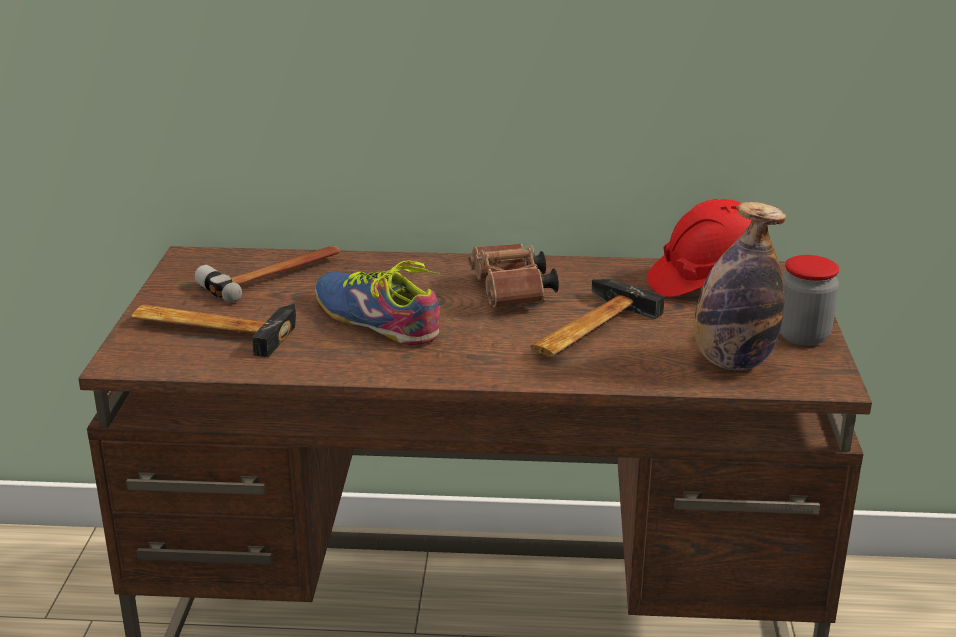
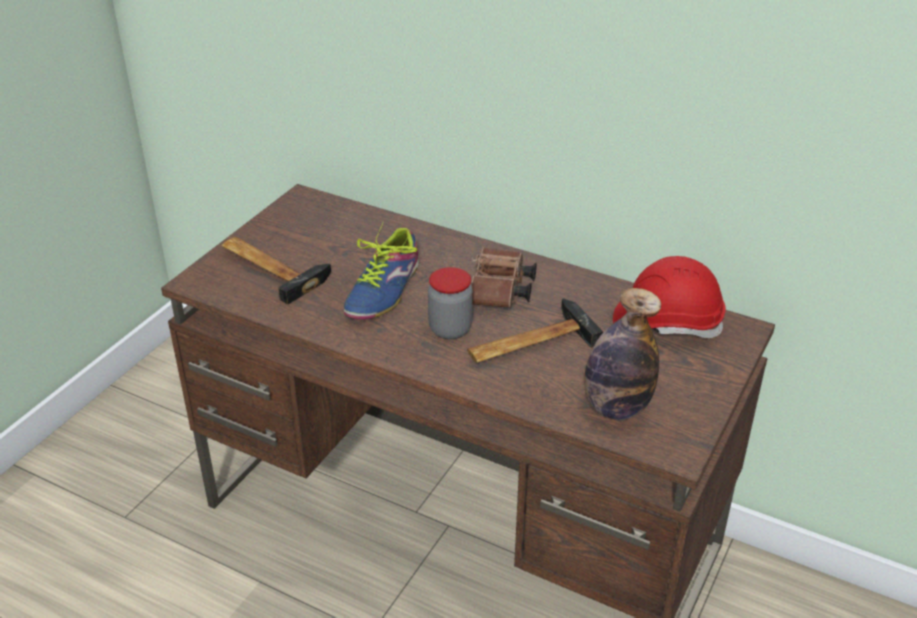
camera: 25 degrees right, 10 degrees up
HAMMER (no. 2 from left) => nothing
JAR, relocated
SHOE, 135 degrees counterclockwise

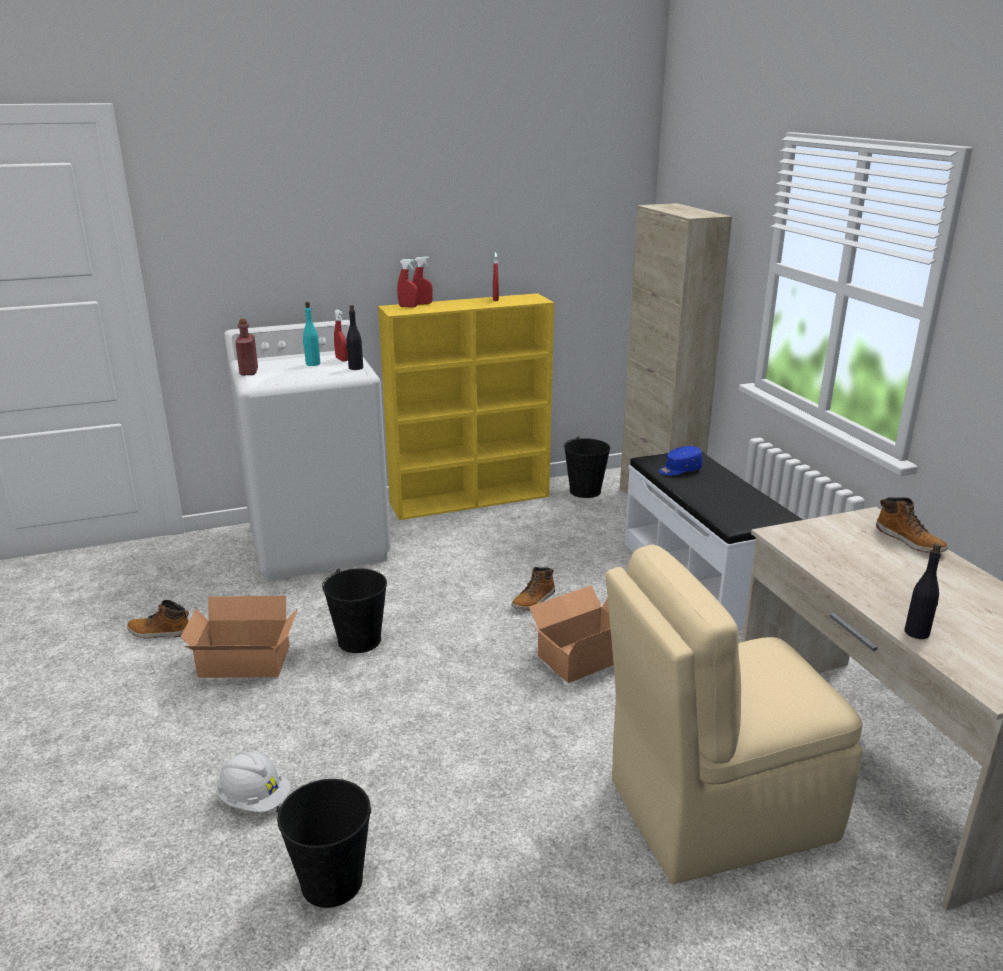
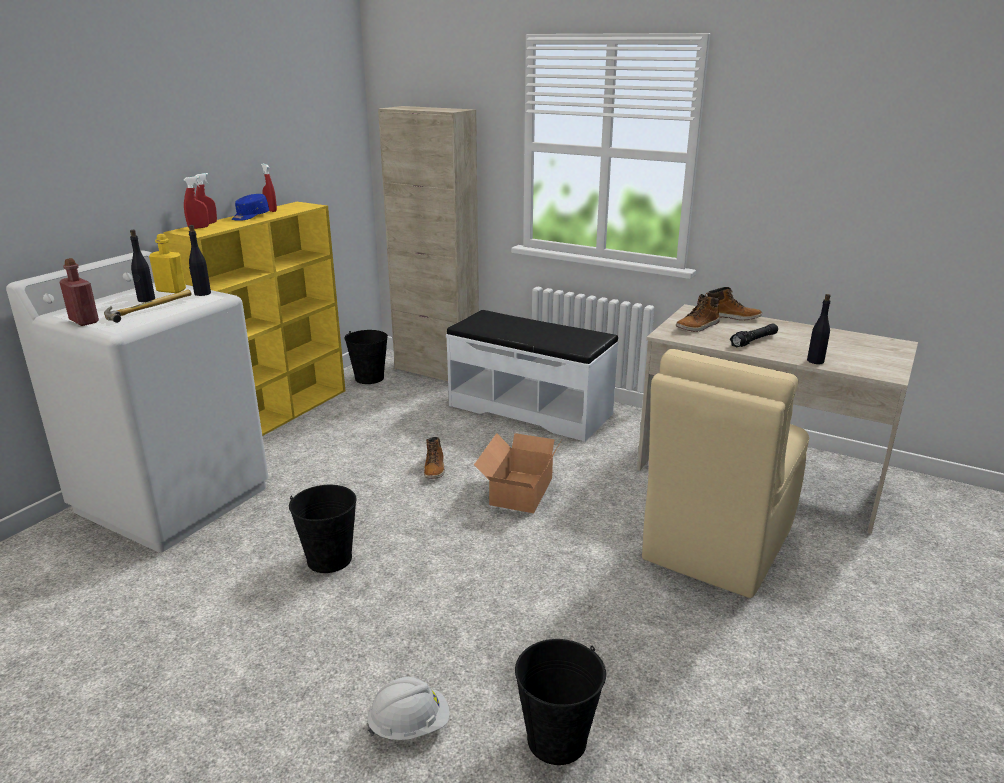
camera: 40 degrees left, 0 degrees up
TURQUOISE BOTTLE => BLACK BOTTLE (no. 1 from left)
RED SPRAY BOTTLE (no. 1 from left) => YELLOW BOTTLE
BLUE CAP, relocated
CARDBOARD BOX (no. 1 from left) => nothing
BOOT (no. 1 from left in the first image) => BOOT (no. 2 from left), relocated
nothing => HAMMER
nothing => BLACK FLASHLIGHT

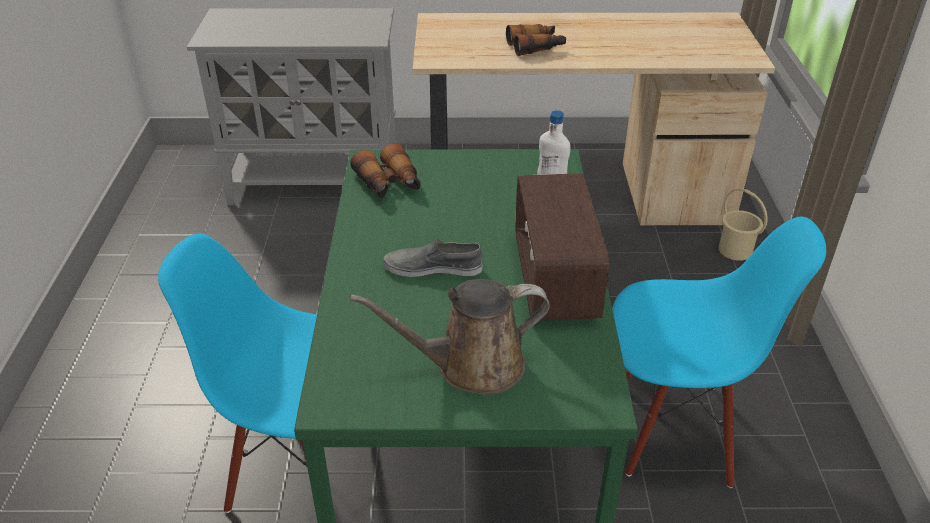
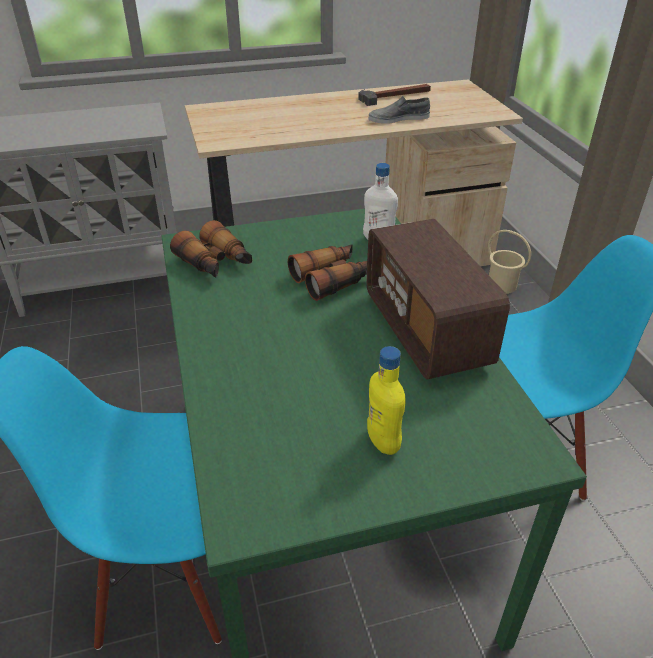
camera: 15 degrees left, 0 degrees up
BINOCULARS (no. 2 from left), relocated
GREY SHOE, relocated
BROWN WATERING CAN => YELLOW BOTTLE
nothing => HAMMER

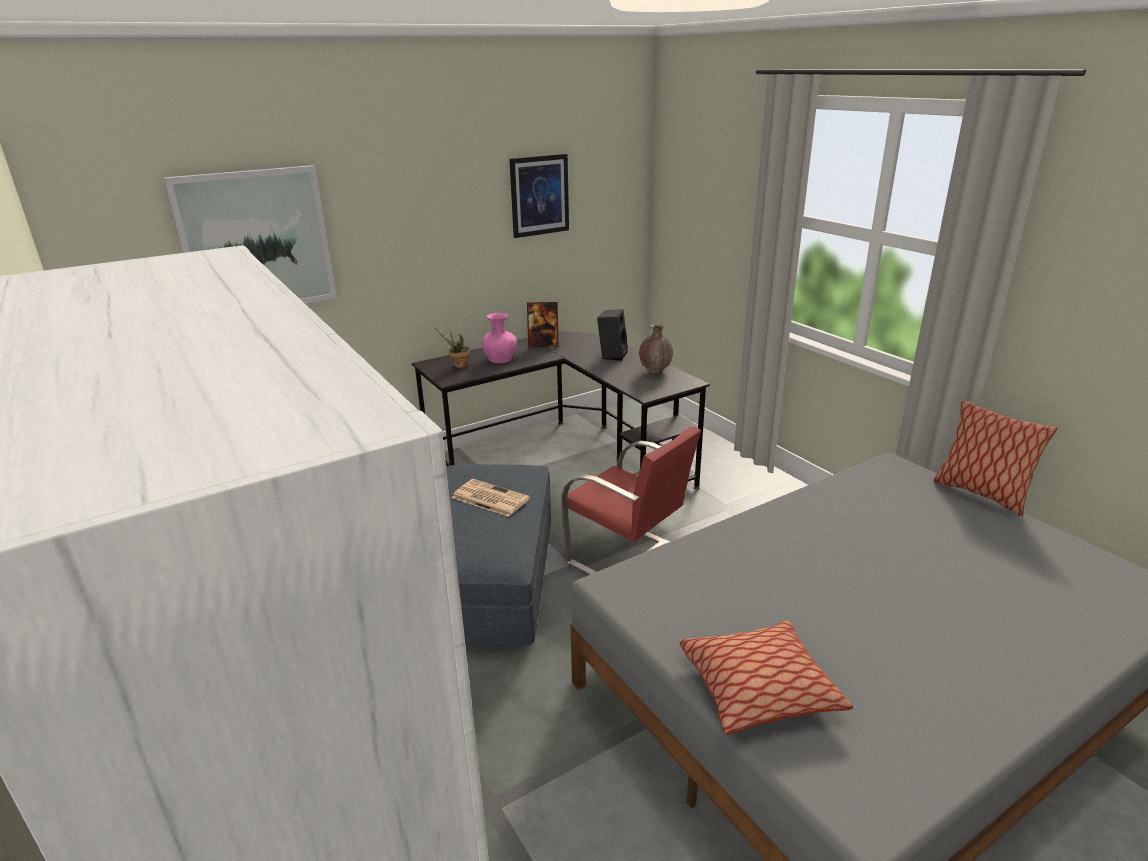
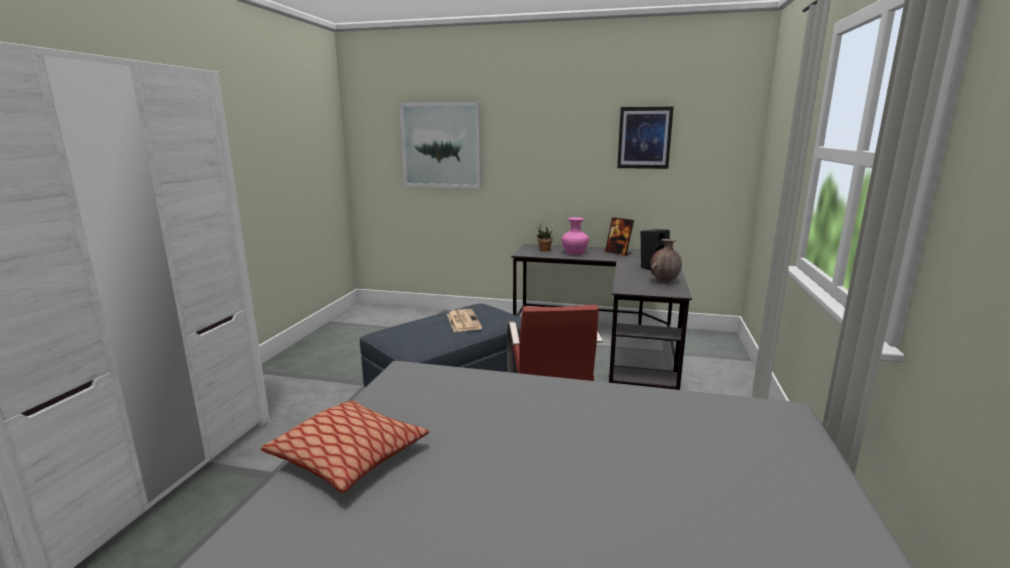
camera: 45 degrees right, 10 degrees down
PILLOW (no. 2 from left) => nothing

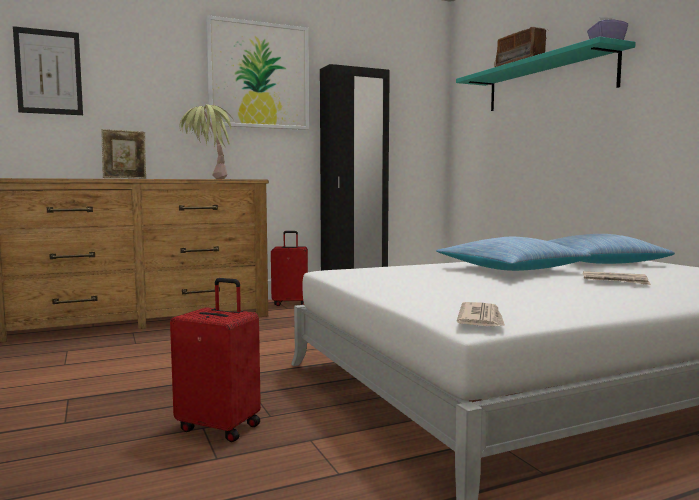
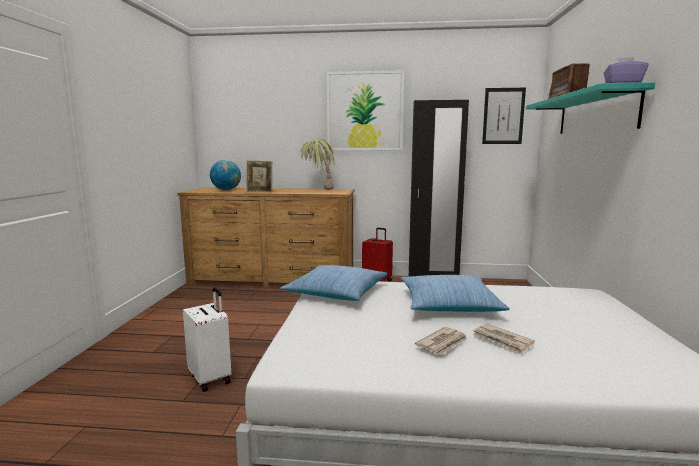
camera: 30 degrees right, 5 degrees up
PICTURE (no. 1 from left in the first image) => PICTURE (no. 2 from left), relocated
PILLOW (no. 2 from left in the first image) => PILLOW (no. 1 from left), relocated
RED SUITCASE (no. 1 from left) => WHITE SUITCASE
NEWSPAPER (no. 1 from left), relocated
nothing => GLOBE

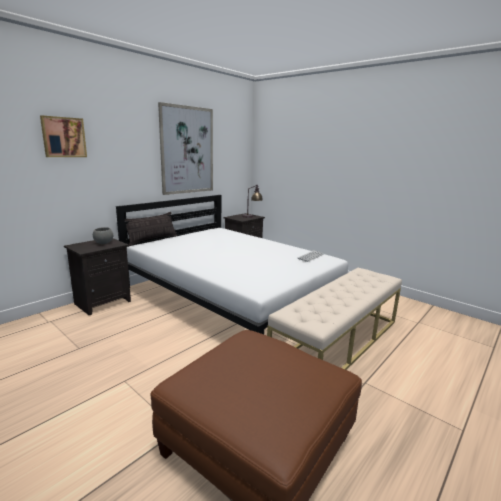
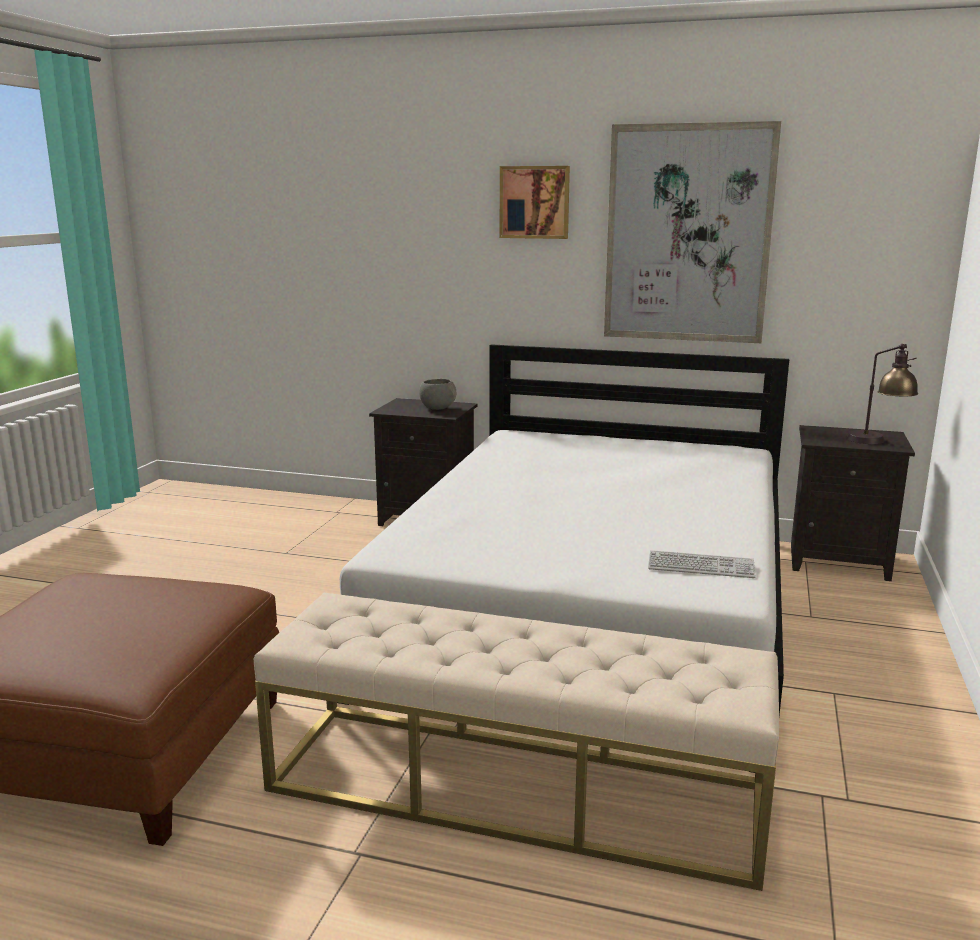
camera: 65 degrees right, 0 degrees up
PICTURE (no. 1 from left), relocated
PILLOW => nothing

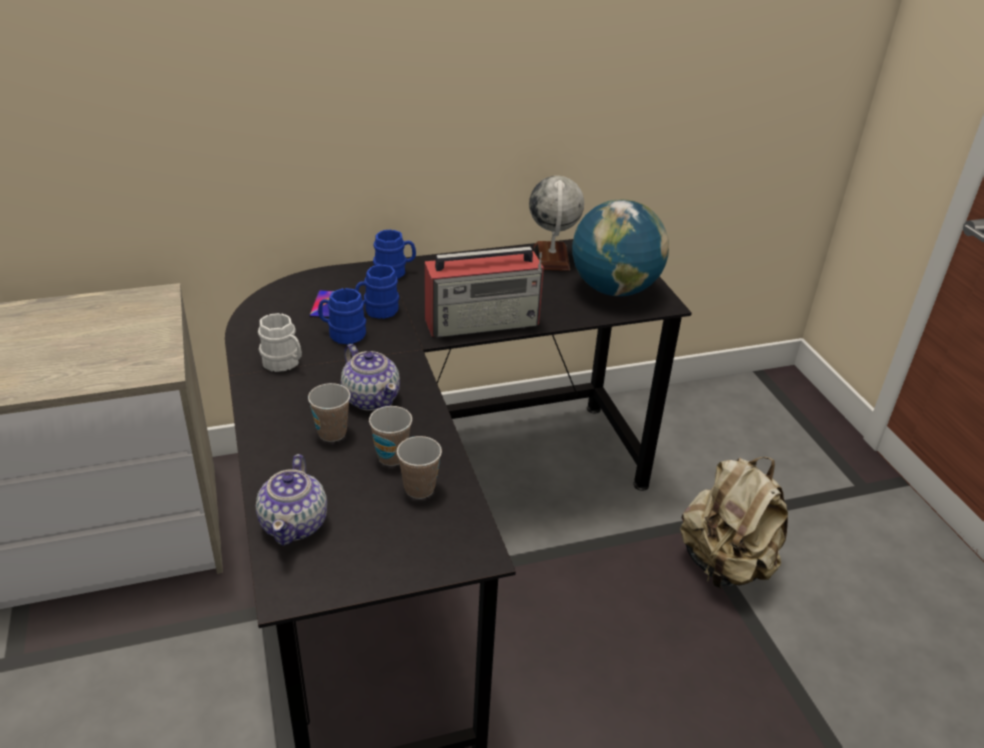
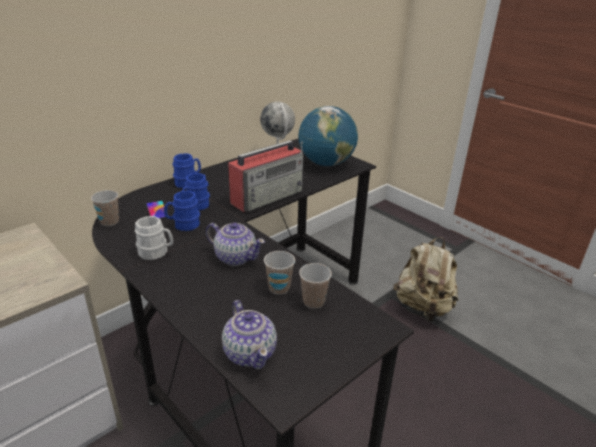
camera: 25 degrees left, 5 degrees down
CUP (no. 1 from left), relocated

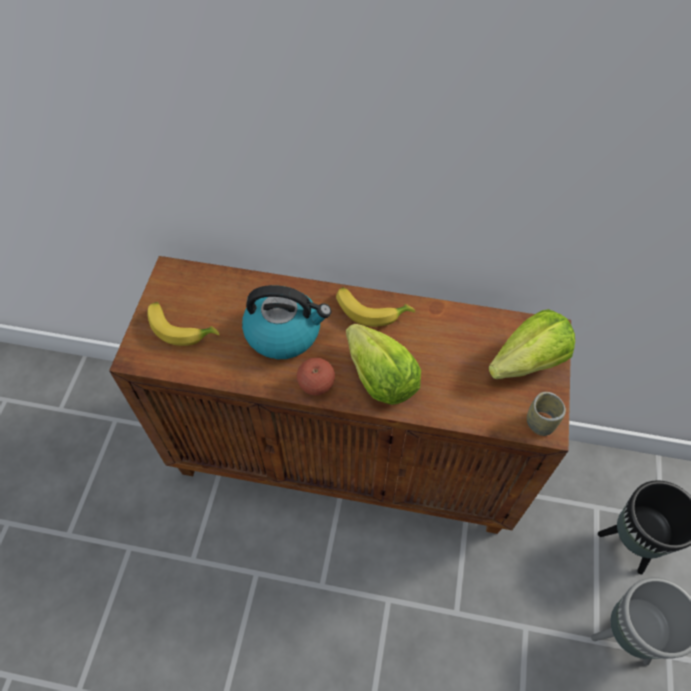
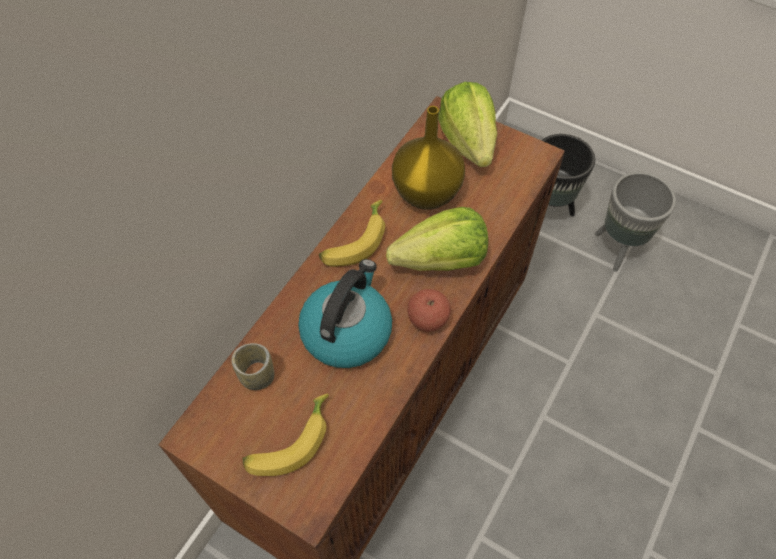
camera: 70 degrees left, 0 degrees up
CUP, relocated
nothing => YELLOW VASE

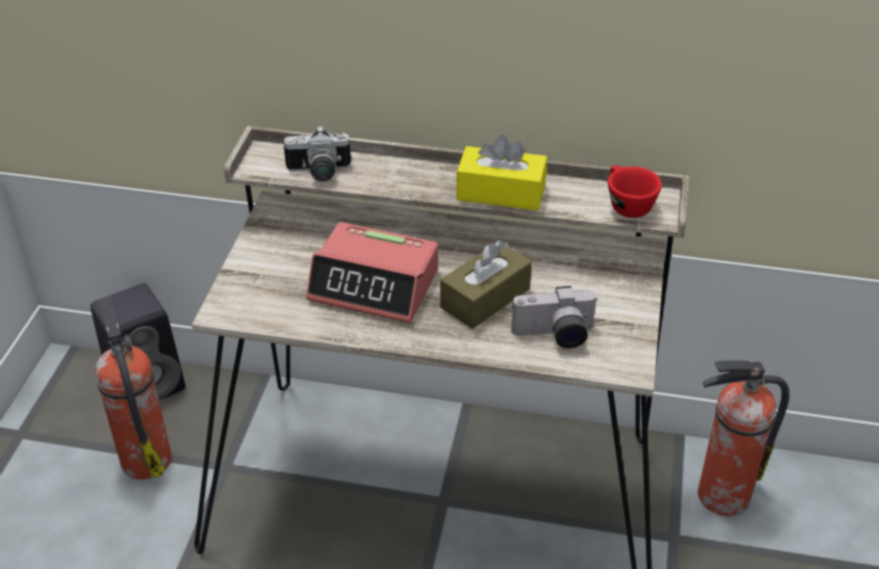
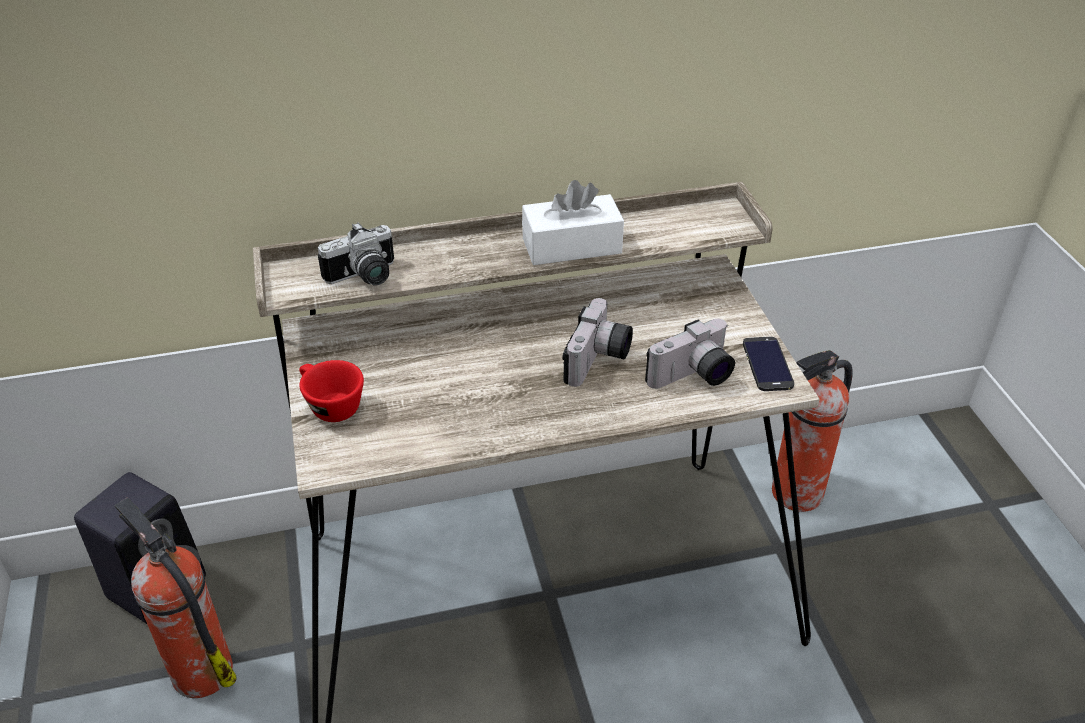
camera: 25 degrees left, 0 degrees up
YELLOW TISSUE BOX => WHITE TISSUE BOX
RED CUP, relocated
ALARM CLOCK => nothing
BROWN TISSUE BOX => PHOTO CAMERA (no. 2 from left)
nothing => PHONE

